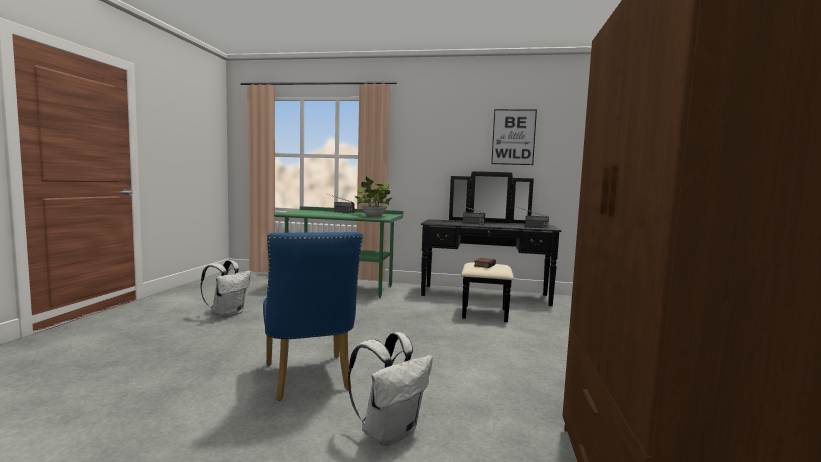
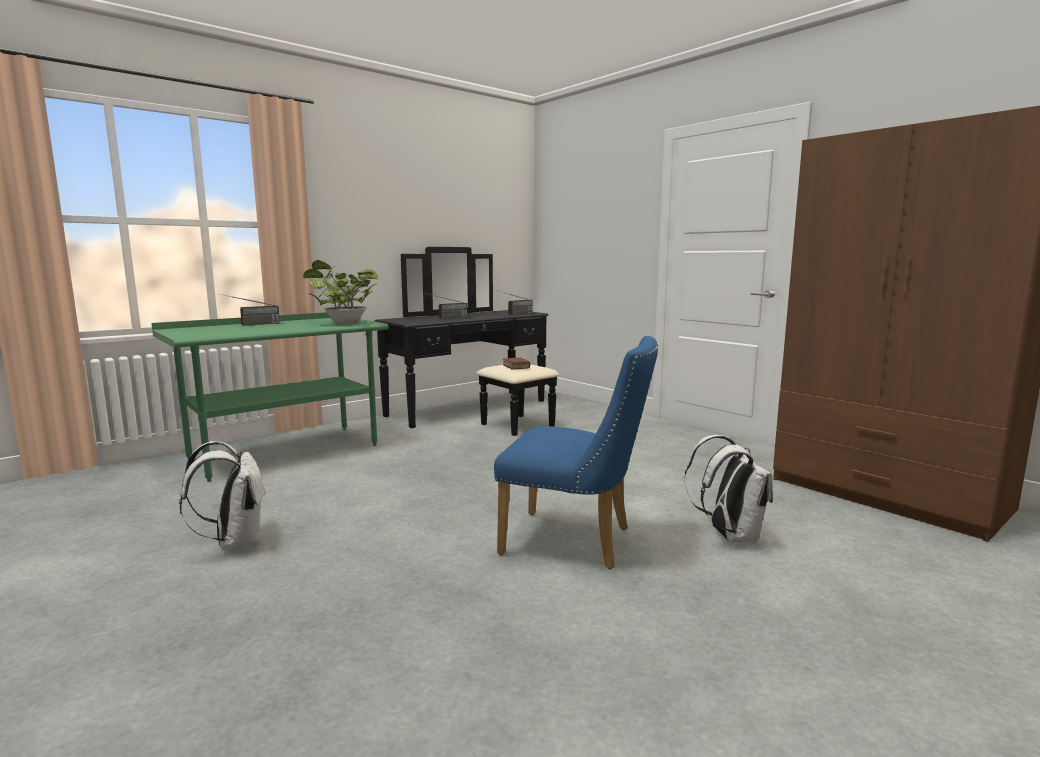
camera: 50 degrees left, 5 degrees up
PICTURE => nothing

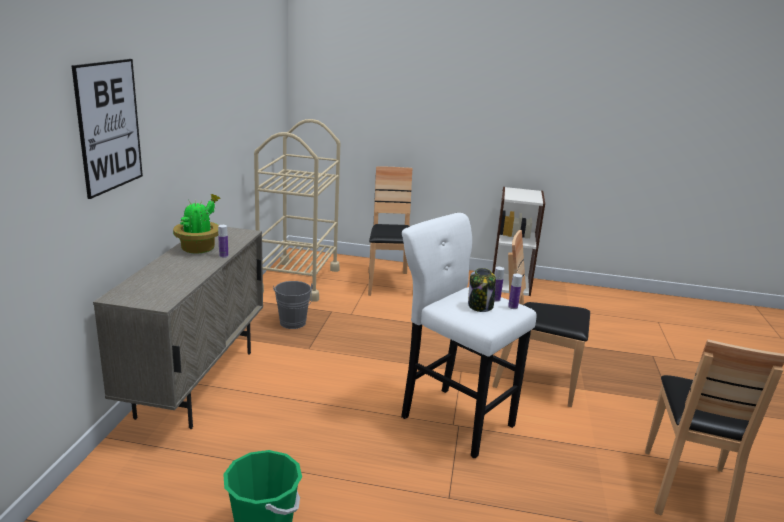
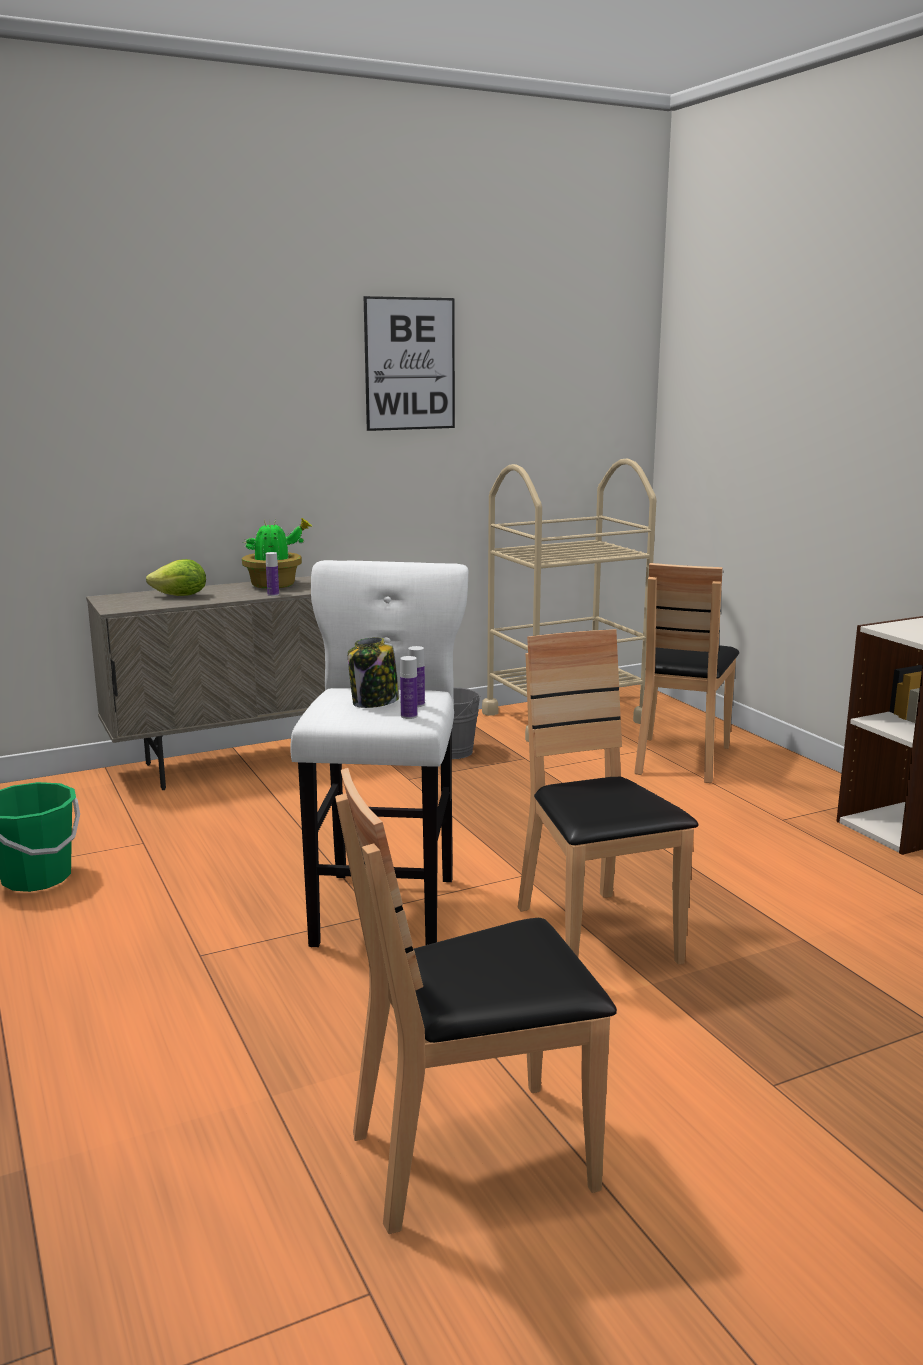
camera: 55 degrees right, 5 degrees down
PICTURE, relocated
BROWN CHAIR (no. 1 from left in the first image) => BROWN CHAIR (no. 3 from left), 150 degrees clockwise
nothing => LETTUCE

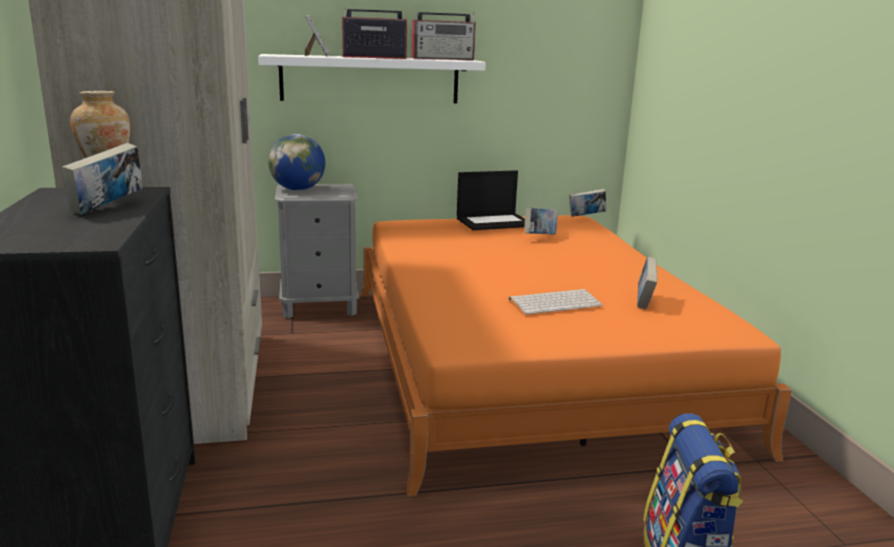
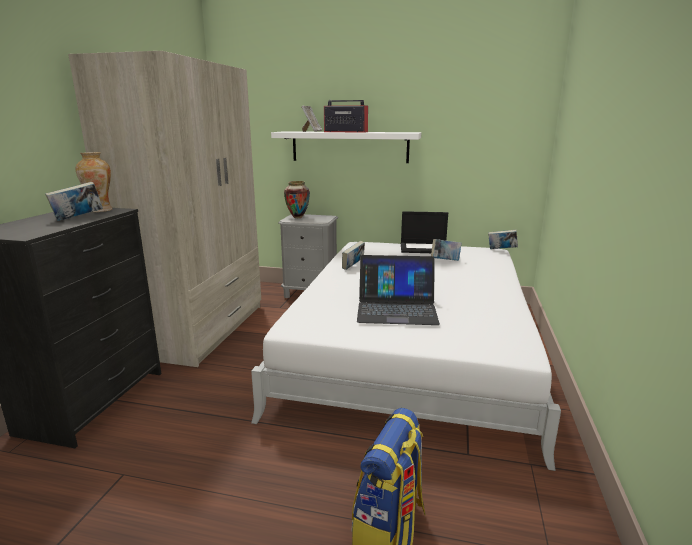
camera: 25 degrees right, 0 degrees up
RADIO (no. 2 from left) => nothing
GLOBE => VASE (no. 2 from left)
ORANGE BED => WHITE BED
BOOK (no. 4 from left in the first image) => BOOK (no. 2 from left), relocated
KEYBOARD => LAPTOP (no. 1 from left)

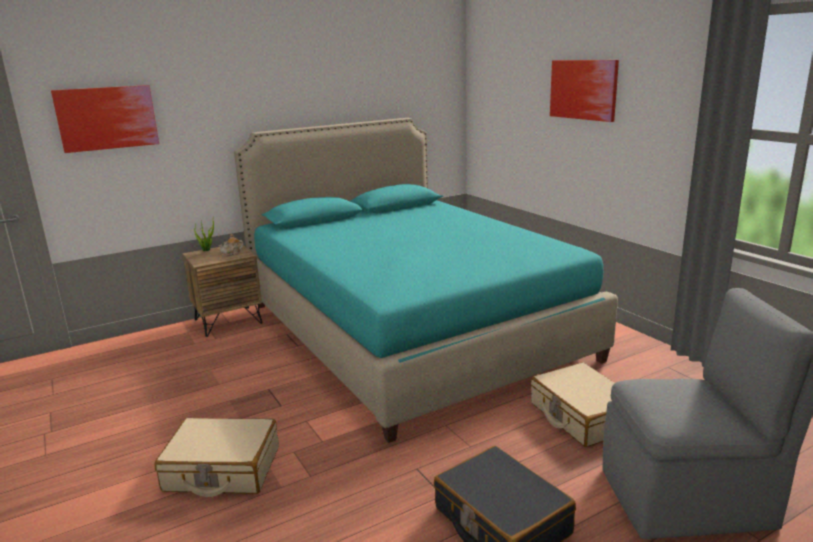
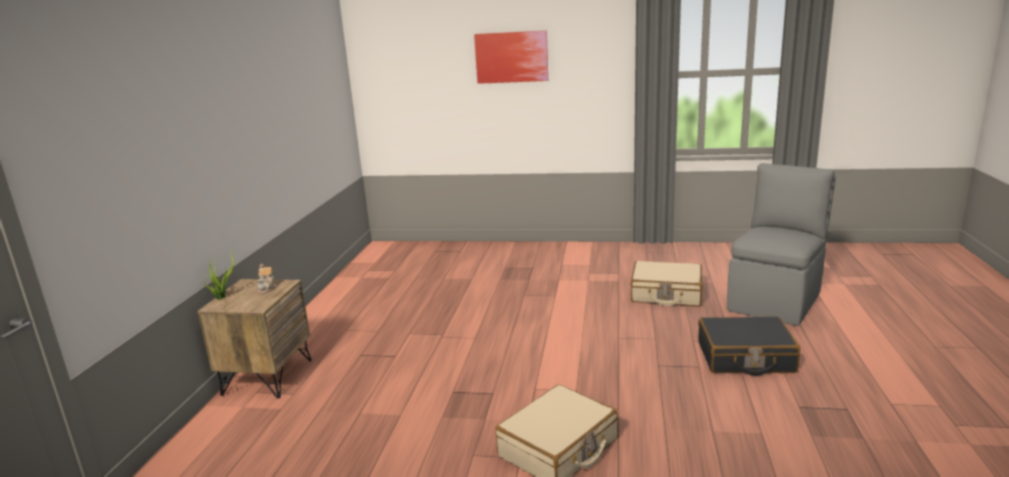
camera: 50 degrees left, 0 degrees up
PICTURE (no. 1 from left) => nothing
TURQUOISE BED => nothing

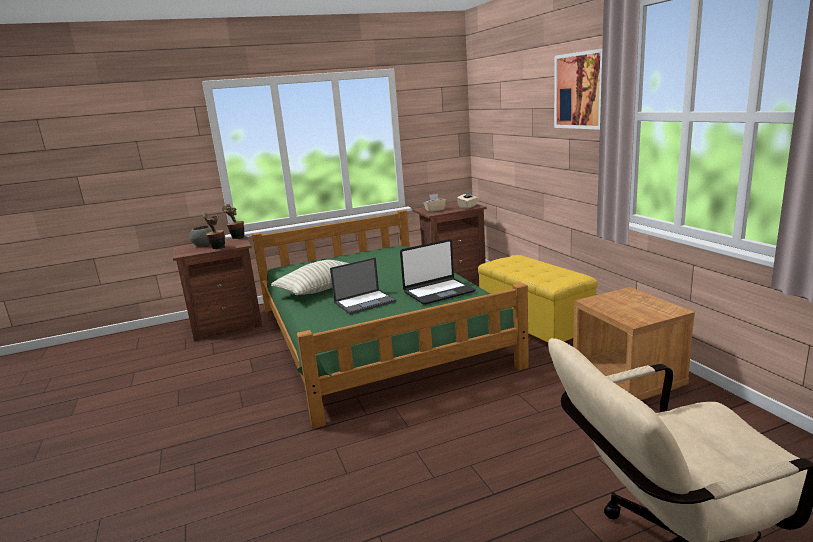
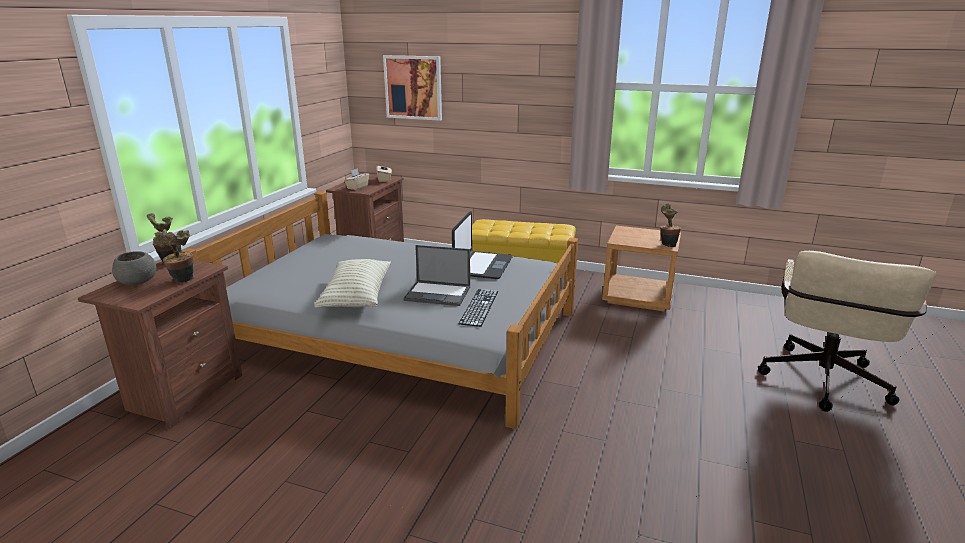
camera: 50 degrees left, 5 degrees up
PICTURE, relocated
GREEN BED => GREY BED
LAPTOP (no. 1 from left), 90 degrees clockwise
nothing => POTTED PLANT (no. 3 from left)
nothing => KEYBOARD

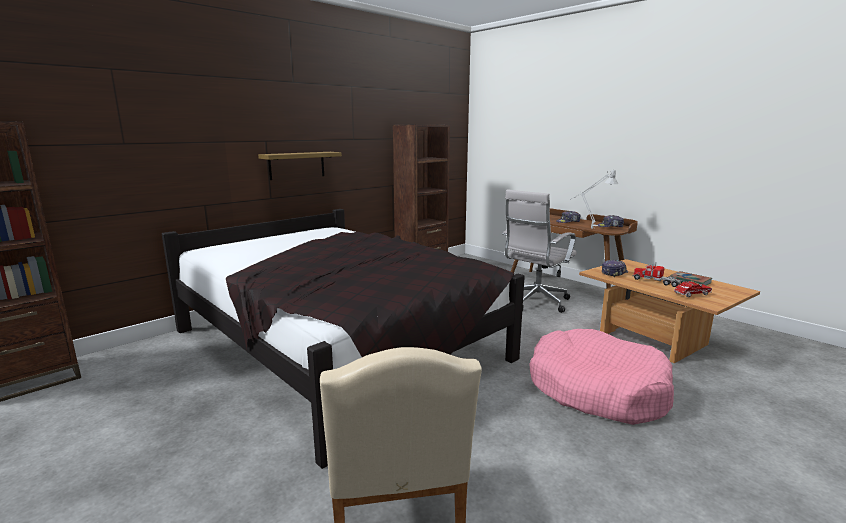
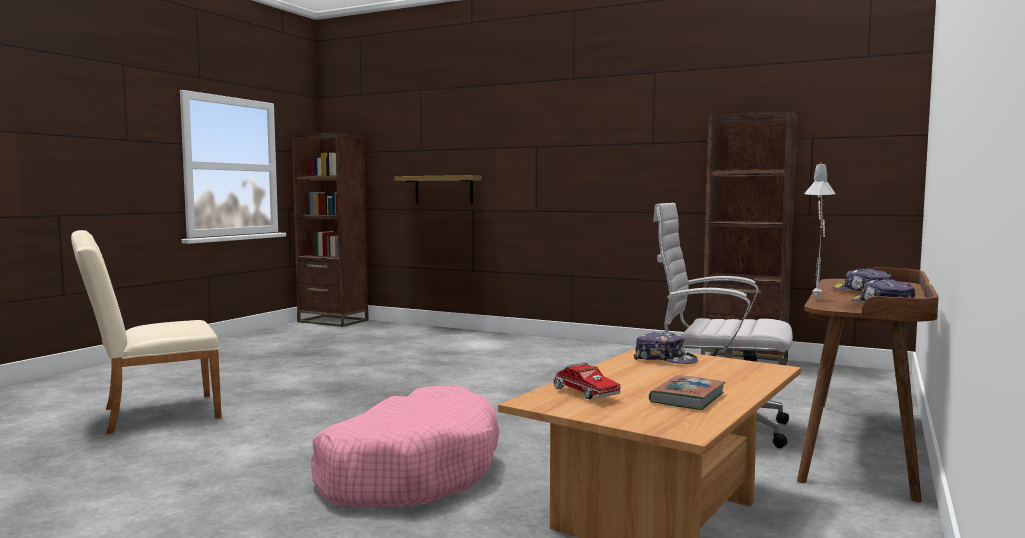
camera: 70 degrees right, 10 degrees down
SHELF, relocated
BLACK BED => nothing
TOY TRUCK (no. 1 from left) => nothing

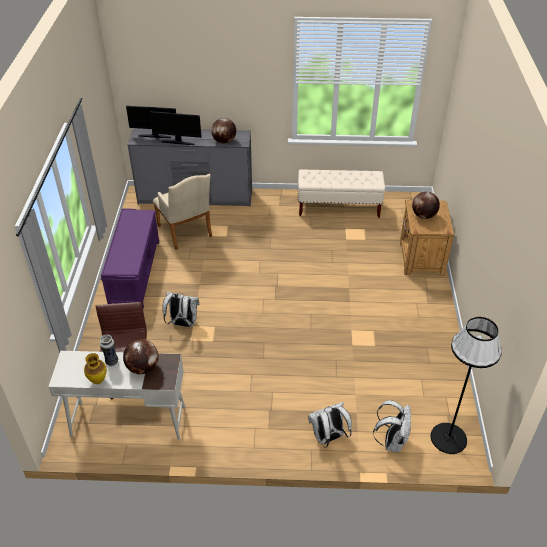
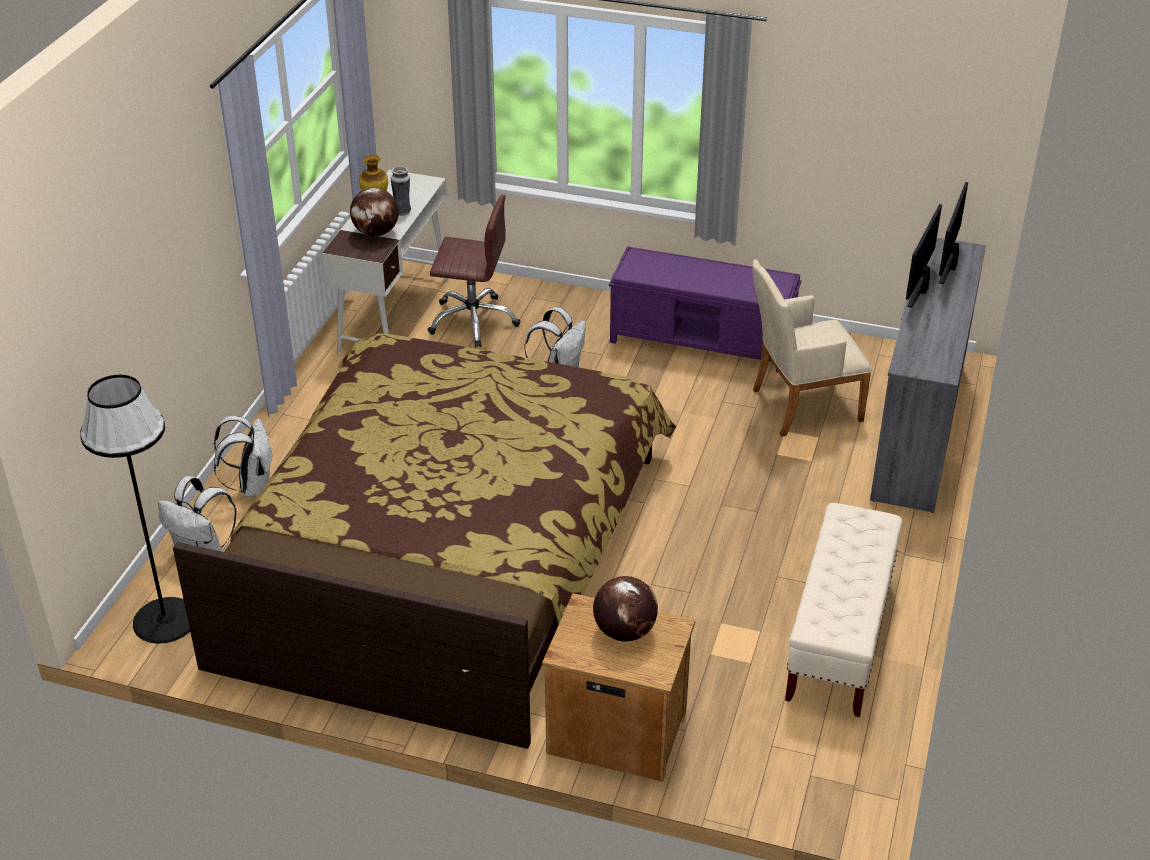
camera: 105 degrees right, 5 degrees down
GLOBE (no. 2 from left) => nothing
nothing => BED

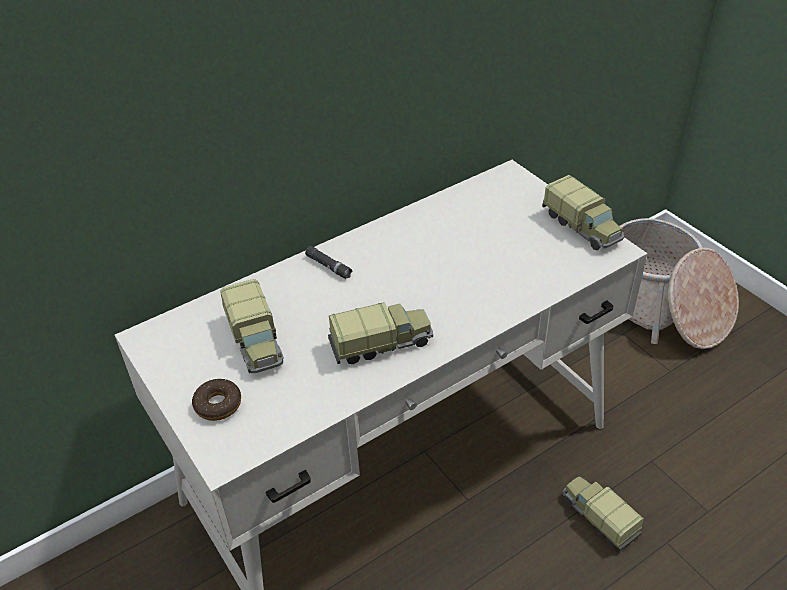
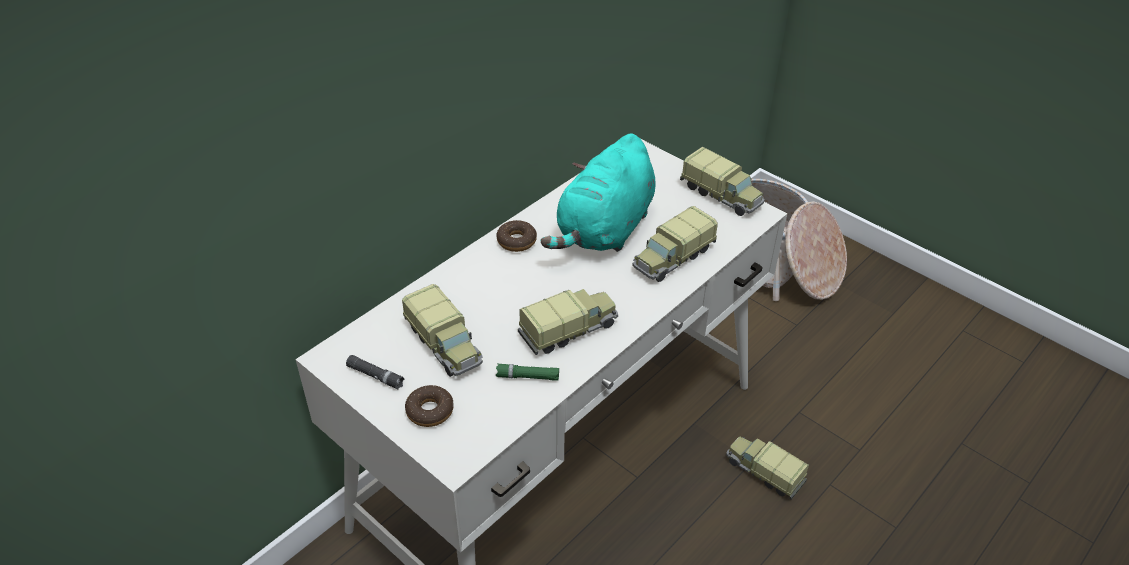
camera: 15 degrees left, 0 degrees up
BLACK FLASHLIGHT, relocated
nothing => TURQUOISE PLUSH TOY
nothing => TOY TRUCK (no. 3 from left)
nothing => DONUT (no. 2 from left)
nothing => GREEN FLASHLIGHT

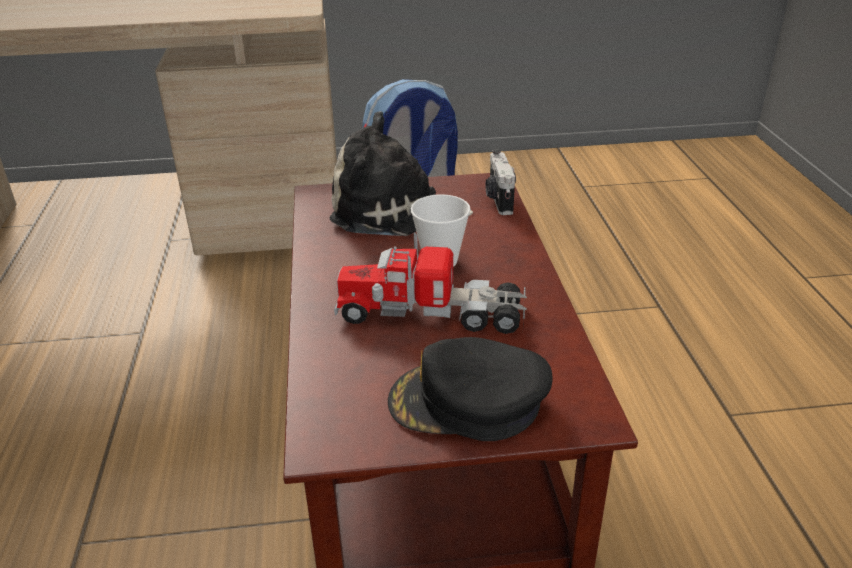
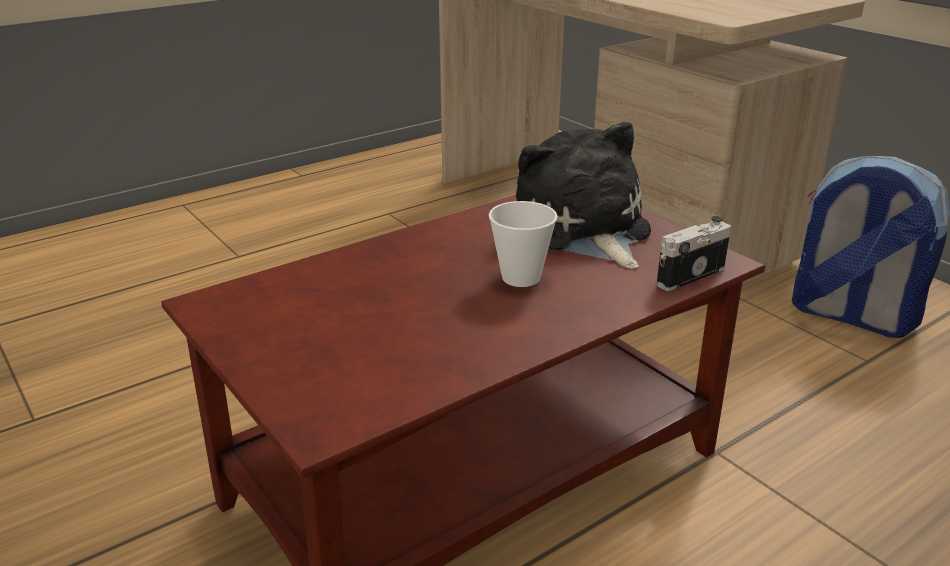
camera: 60 degrees right, 5 degrees down
TOY TRUCK => nothing
BLACK CAP => nothing

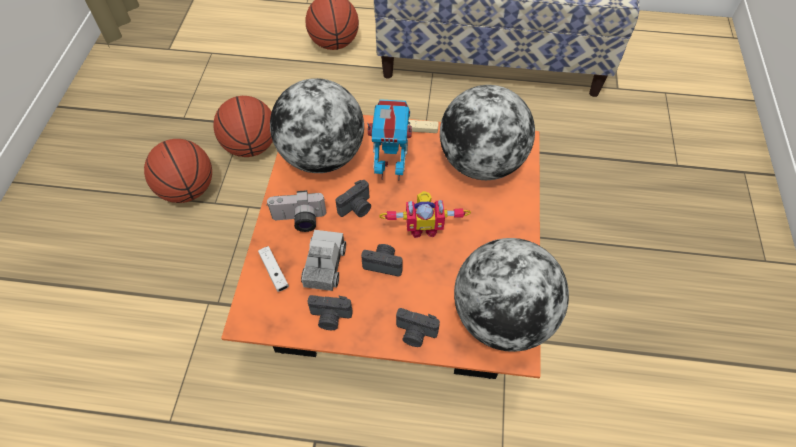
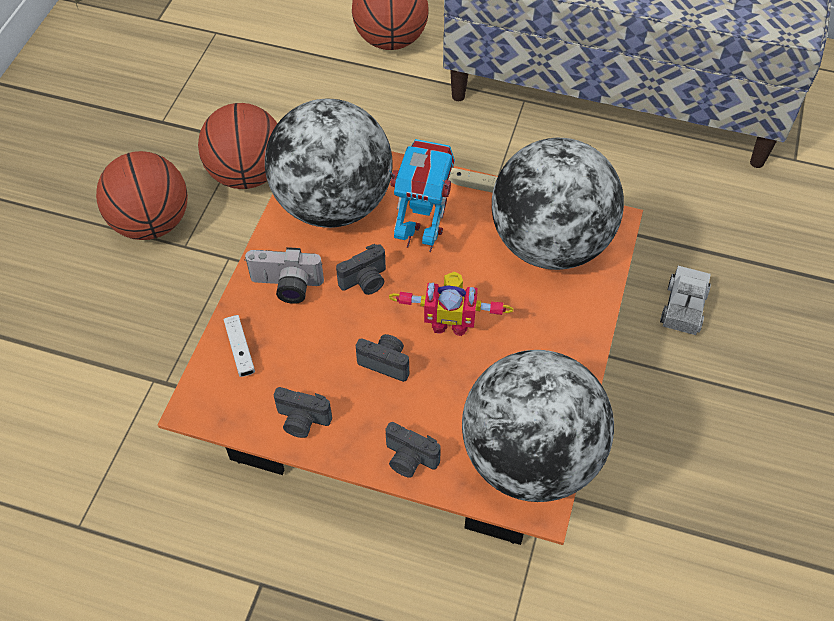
camera: 10 degrees right, 0 degrees up
TOY TRUCK, relocated

